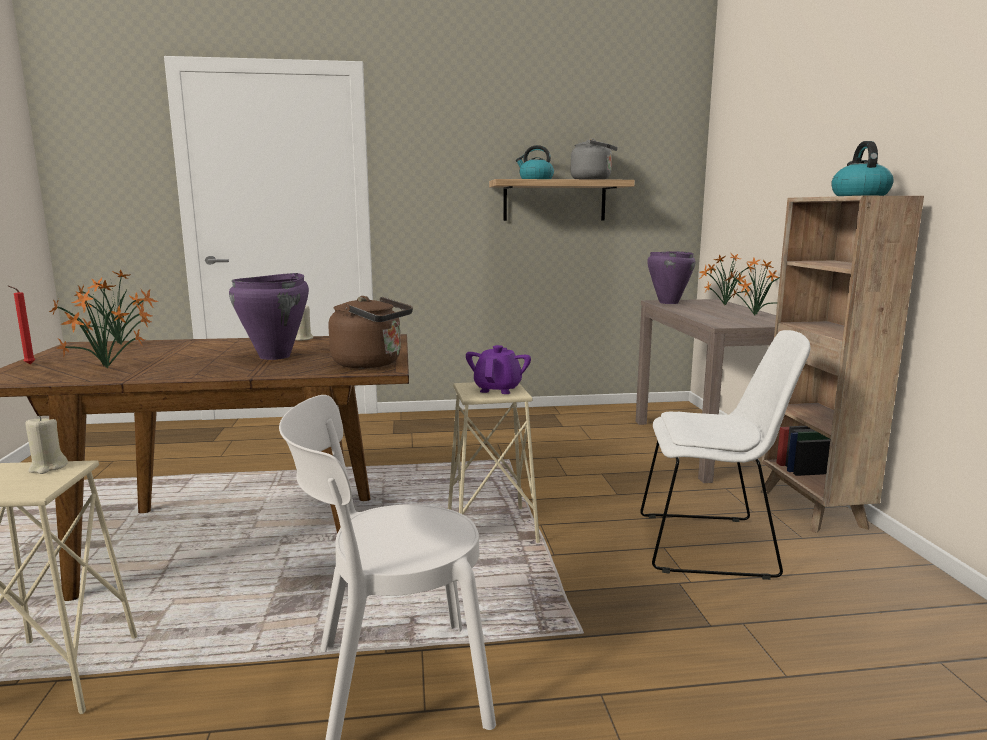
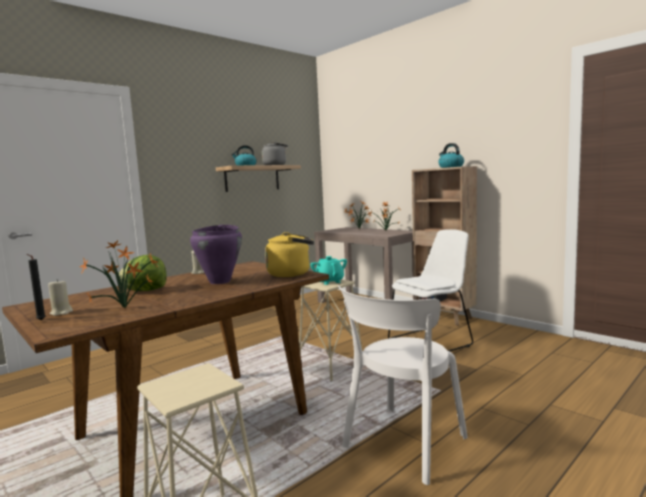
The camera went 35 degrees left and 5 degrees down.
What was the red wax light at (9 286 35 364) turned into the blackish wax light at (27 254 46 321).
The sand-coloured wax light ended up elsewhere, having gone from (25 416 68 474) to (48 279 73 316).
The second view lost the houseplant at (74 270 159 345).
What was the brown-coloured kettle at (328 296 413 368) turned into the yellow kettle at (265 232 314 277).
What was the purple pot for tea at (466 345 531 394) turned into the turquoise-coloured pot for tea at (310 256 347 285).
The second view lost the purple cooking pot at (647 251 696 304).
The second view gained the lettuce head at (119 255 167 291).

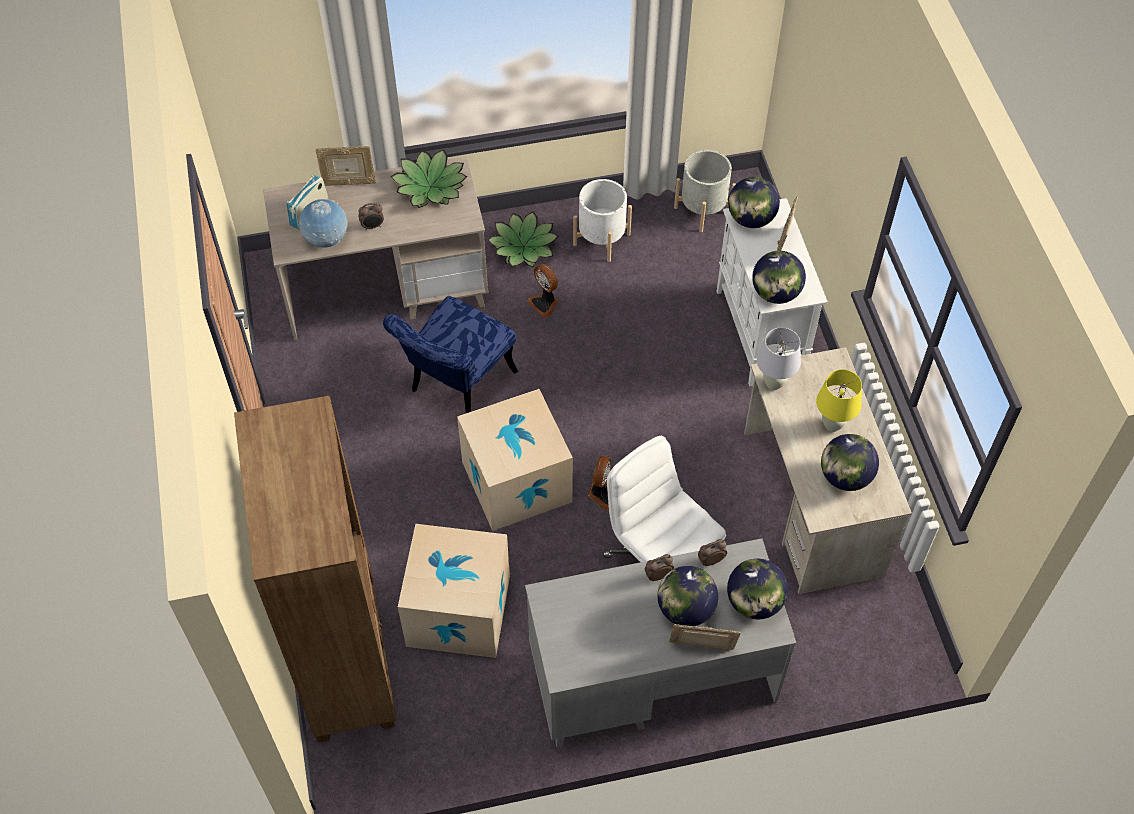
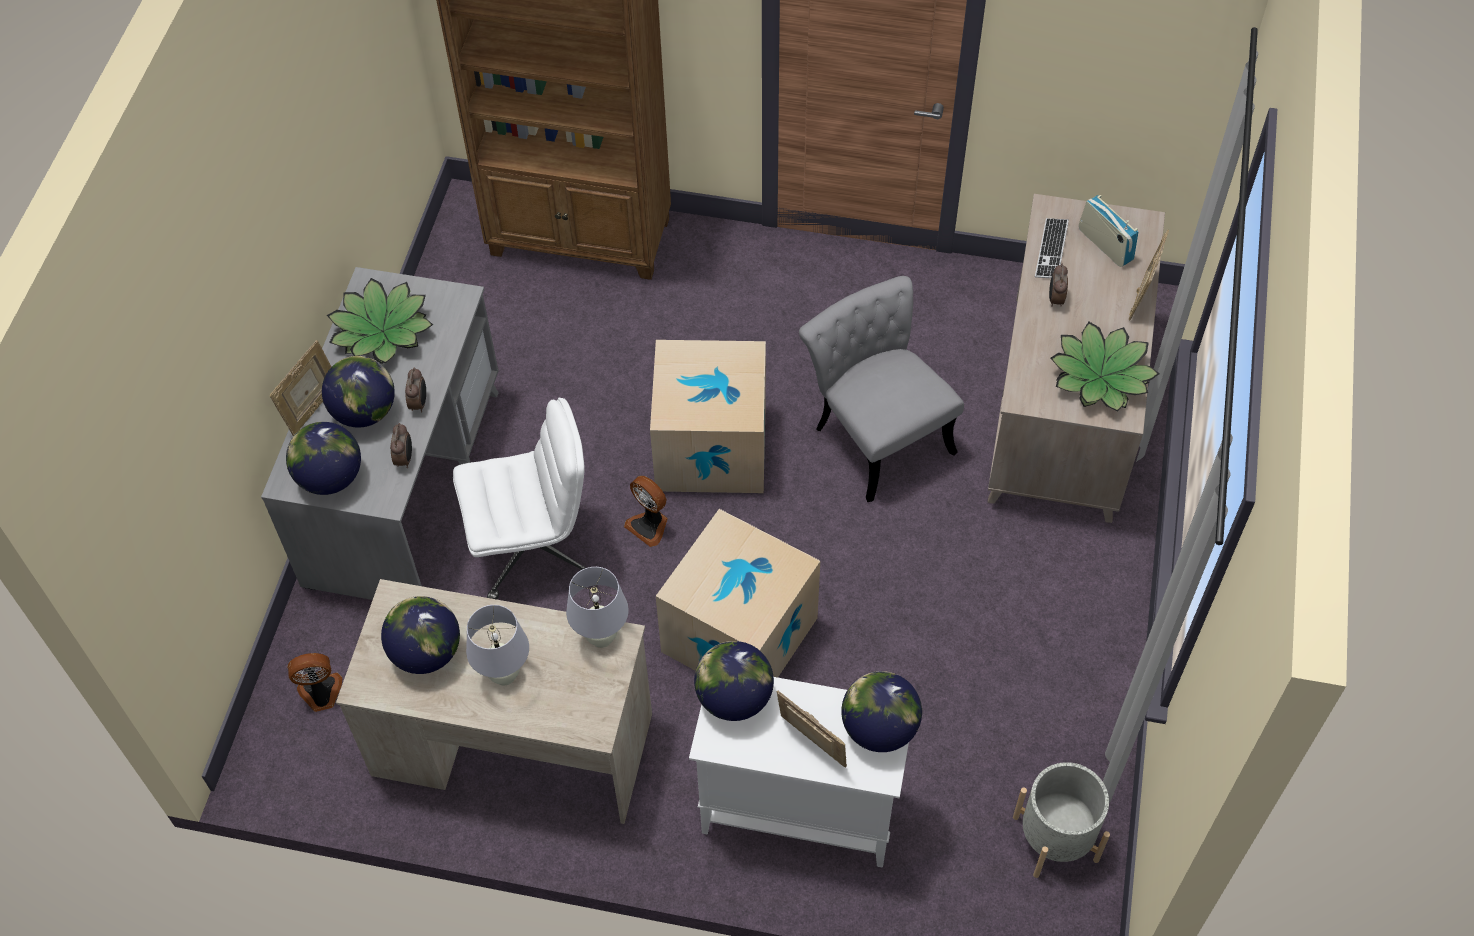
The camera went 115 degrees right and 0 degrees up.
Where the world globe stood at (299 199 348 249), the PC keyboard came to stand at (1035 218 1069 278).
What was the blue-coloured upright chair at (383 296 518 413) turned into the greyish upright chair at (799 276 964 502).
The packing box ended up elsewhere, having gone from (398 524 510 658) to (656 509 820 677).
The houseplant ended up elsewhere, having gone from (487 211 558 267) to (327 278 433 364).
The electric fan ended up elsewhere, having gone from (527 264 559 318) to (287 653 342 712).
The second view lost the white planter at (573 179 632 262).
What was the yellow lamp for a table at (816 369 862 432) turned into the white lamp for a table at (466 605 529 686).

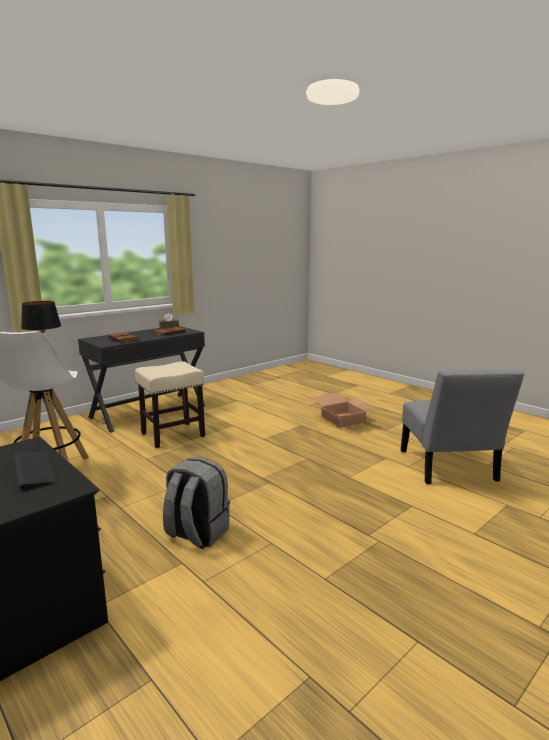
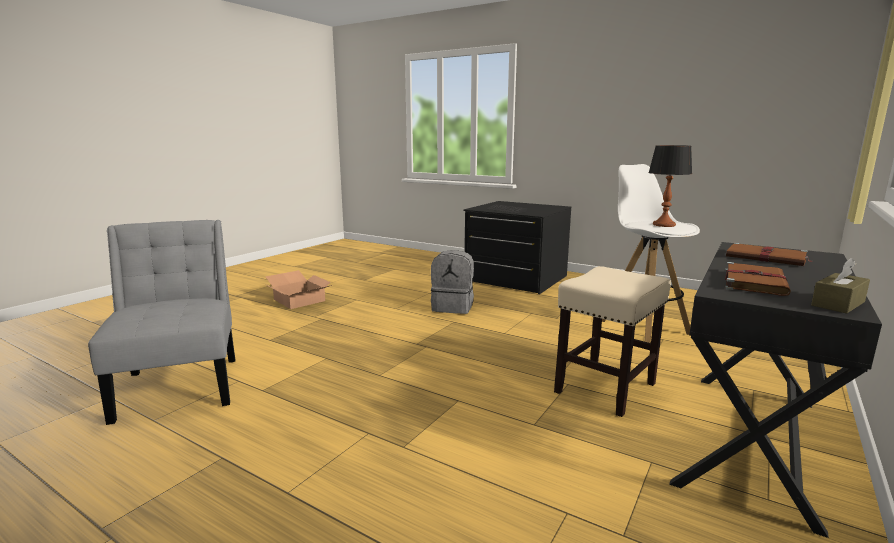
The camera went 165 degrees right and 0 degrees up.
The packing box ended up elsewhere, having gone from (315 392 374 428) to (266 270 332 309).

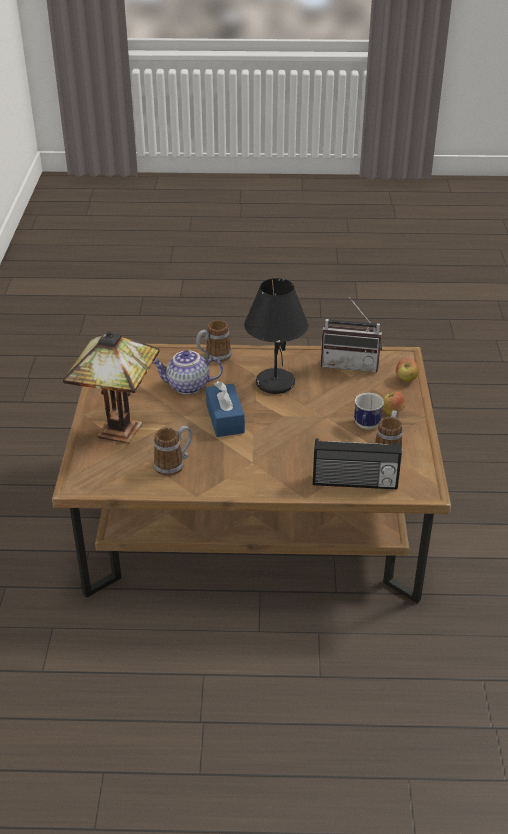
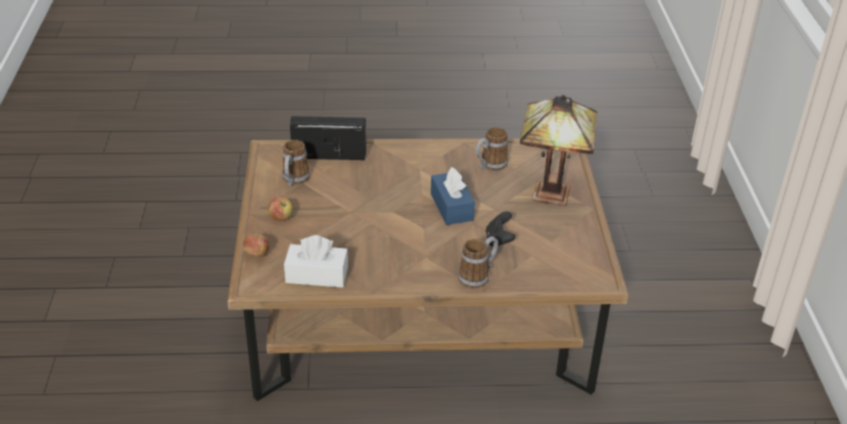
The camera went 175 degrees right and 0 degrees up.
Where the pot for tea stood at (153 350 223 394), the blackish joypad came to stand at (486 211 515 247).
The second view lost the blackish lamp for a table at (244 278 309 394).
Where the radio stood at (321 297 383 372), the white box of tissues came to stand at (284 235 348 288).
The second view lost the mug at (354 393 384 429).

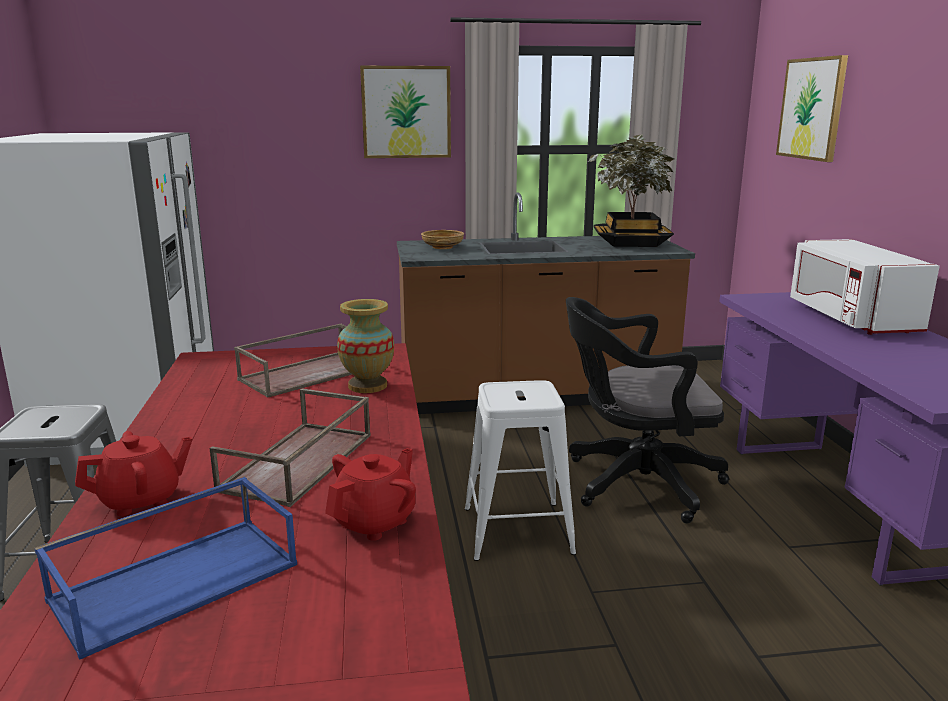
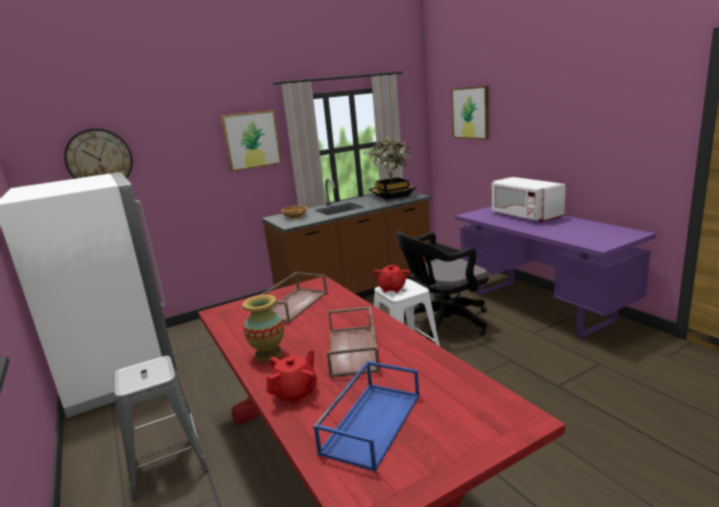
The camera went 20 degrees left and 0 degrees up.
The red pot for tea ended up elsewhere, having gone from (325 448 416 541) to (373 264 410 293).
The decorative vase ended up elsewhere, having gone from (337 299 394 393) to (243 295 284 362).
The second view gained the clock on the wall at (64 128 133 179).

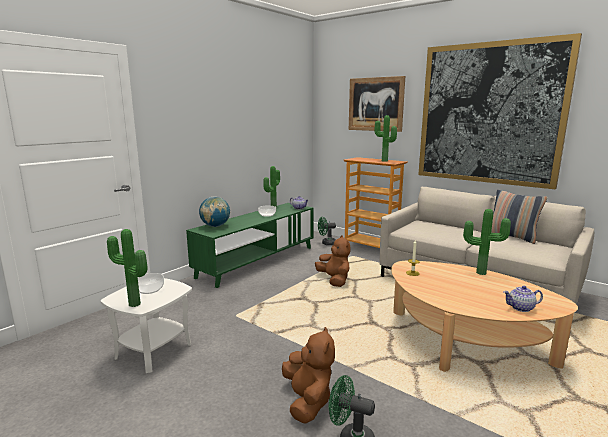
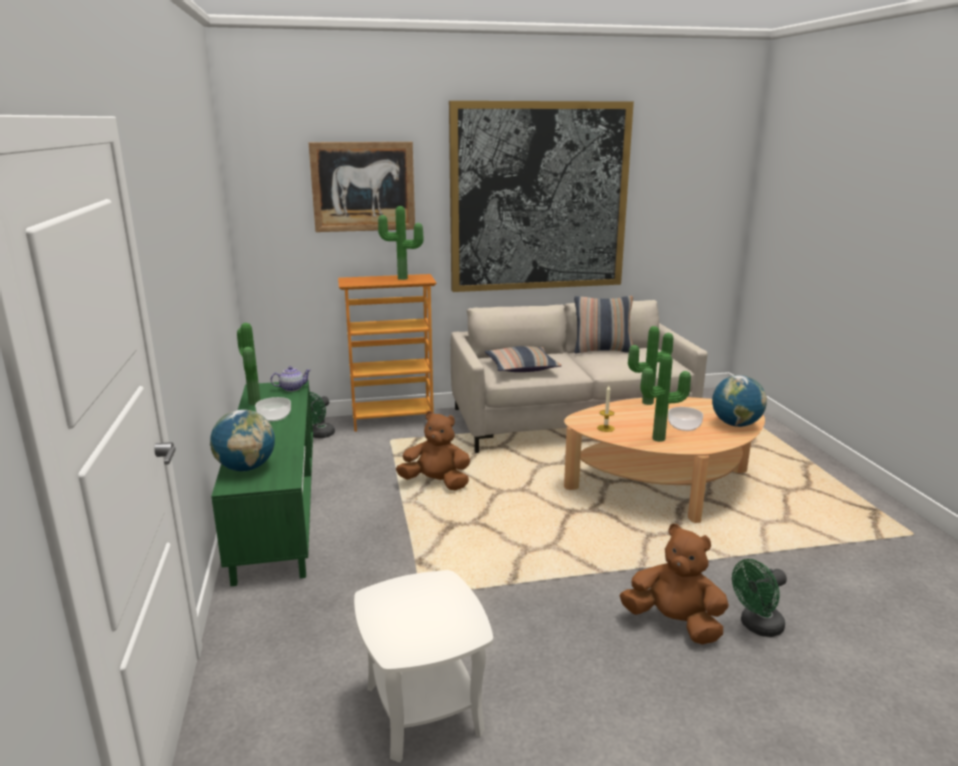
The camera went 50 degrees left and 5 degrees up.
The houseplant ended up elsewhere, having gone from (107 229 148 307) to (640 354 691 442).
The serving bowl ended up elsewhere, having gone from (138 273 164 294) to (668 407 703 431).
Where the pot for tea stood at (504 286 543 312), the world globe came to stand at (712 375 767 427).
The second view gained the throw pillow at (485 346 562 372).

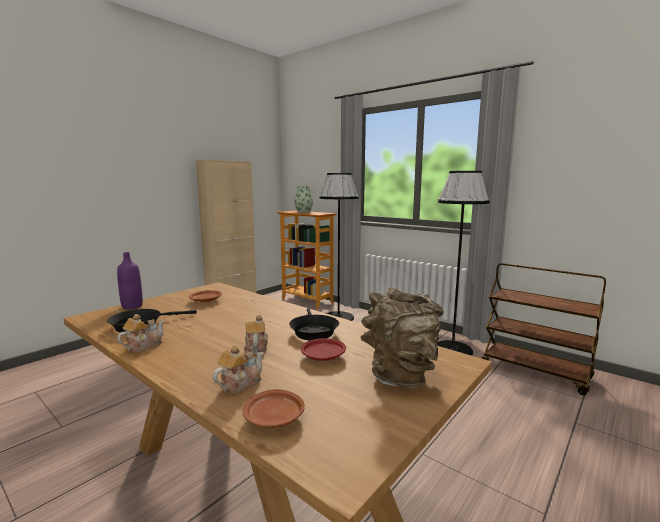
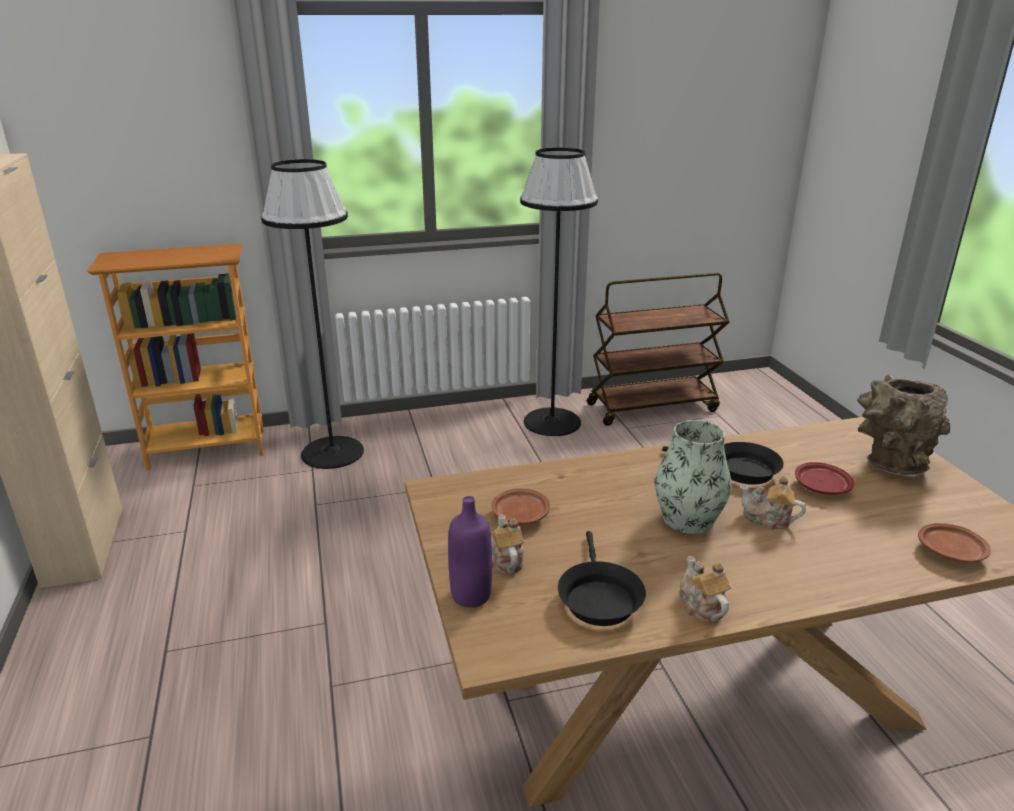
The camera went 55 degrees left and 15 degrees up.
The pot for tea ended up elsewhere, having gone from (212 346 264 394) to (491 514 524 573).
The decorative vase ended up elsewhere, having gone from (294 186 313 213) to (655 420 732 534).

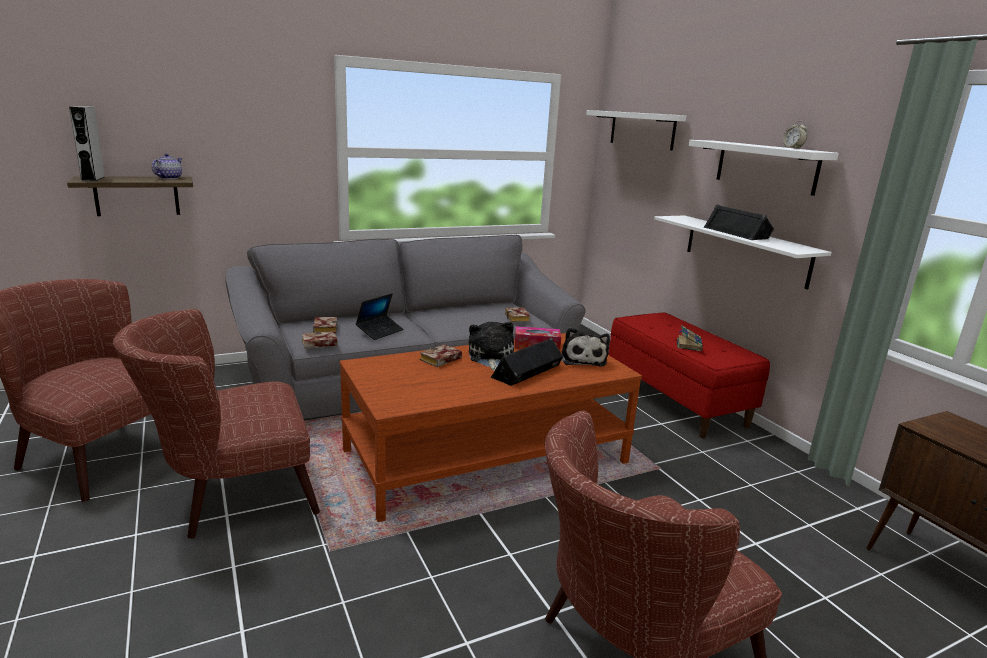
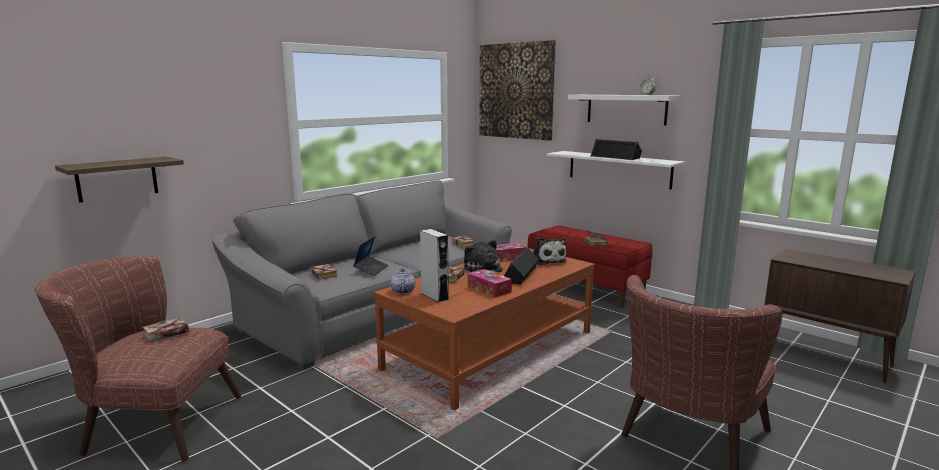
The camera went 20 degrees left and 5 degrees down.
The greyish speaker ended up elsewhere, having gone from (69 106 105 181) to (420 229 449 303).
The second view lost the brown-coloured armchair at (113 309 320 539).
The pot for tea ended up elsewhere, having gone from (152 153 182 179) to (390 268 415 294).
The book ended up elsewhere, having gone from (302 331 338 349) to (143 317 189 342).
Where the white bracket shelf hung at (586 110 686 150), the wall art came to hang at (479 40 556 141).
The second view gained the box of tissues at (468 269 512 298).

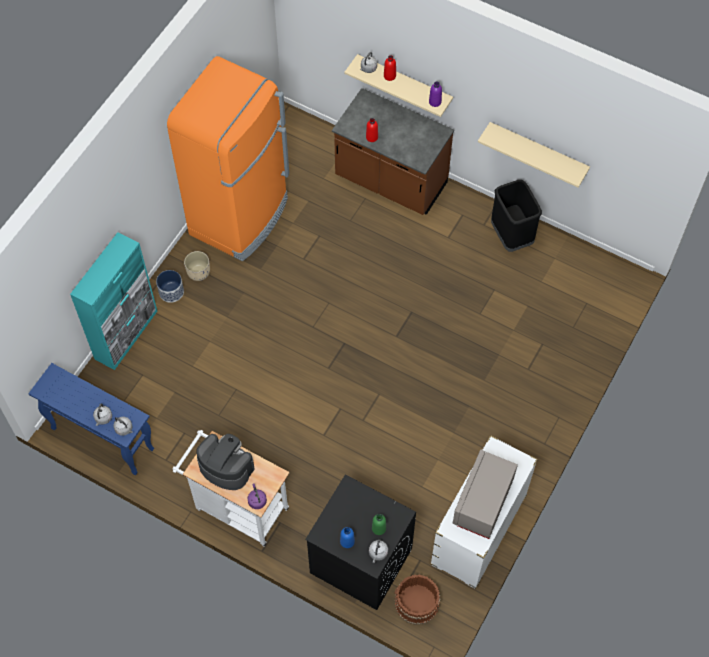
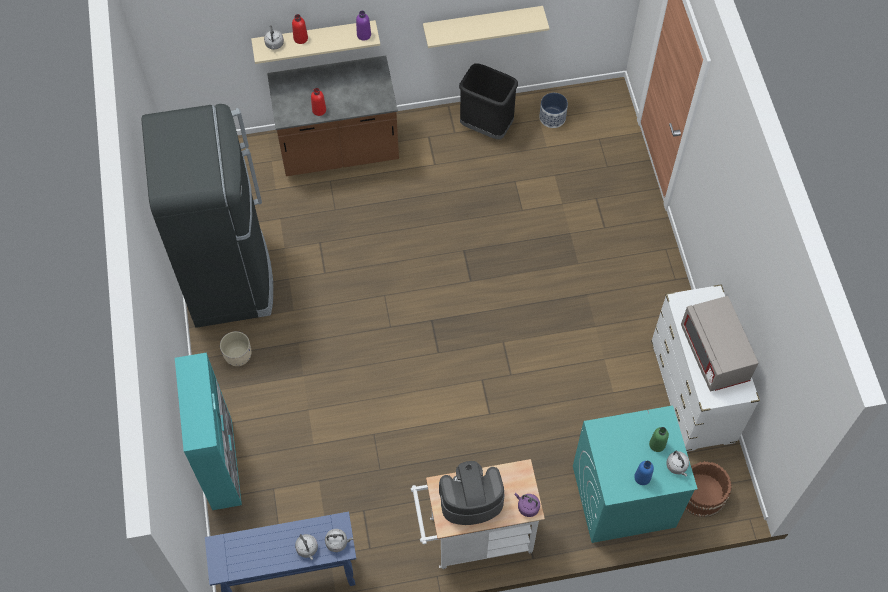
The camera went 40 degrees left and 0 degrees up.
The planter ended up elsewhere, having gone from (156 270 184 303) to (539 93 568 128).
What was the orange-coloured refrigerator at (167 56 289 261) turned into the blackish refrigerator at (142 104 273 328).
What was the blackish laundry appliance at (305 474 416 610) turned into the turquoise-coloured laundry appliance at (573 405 698 543).

